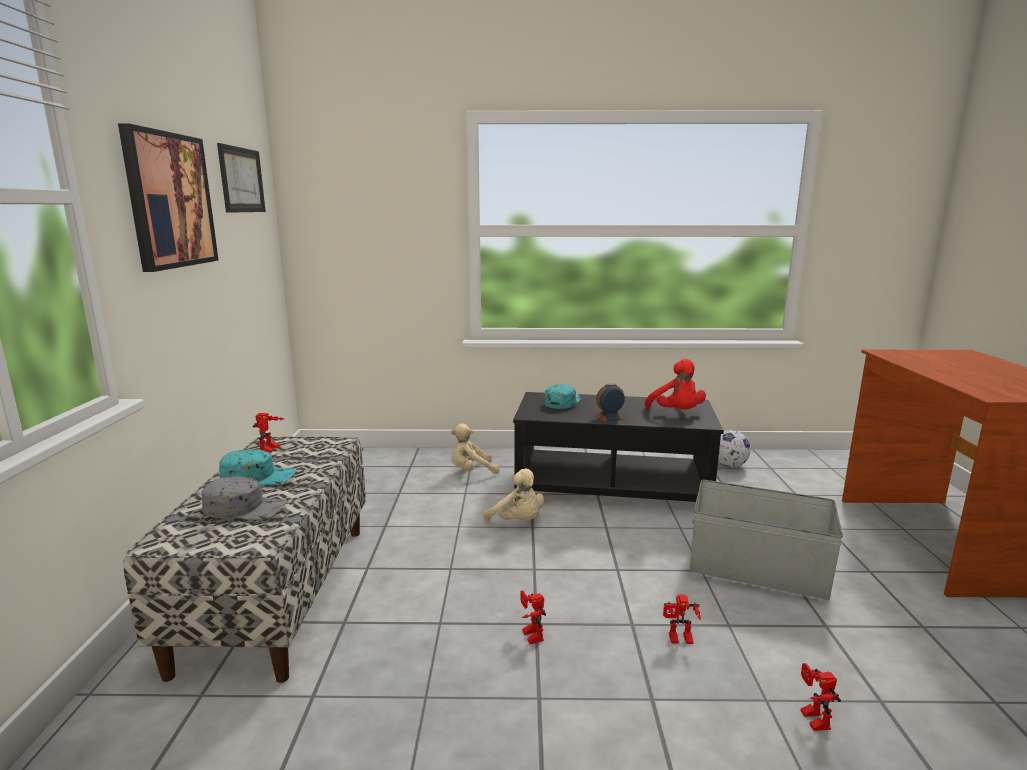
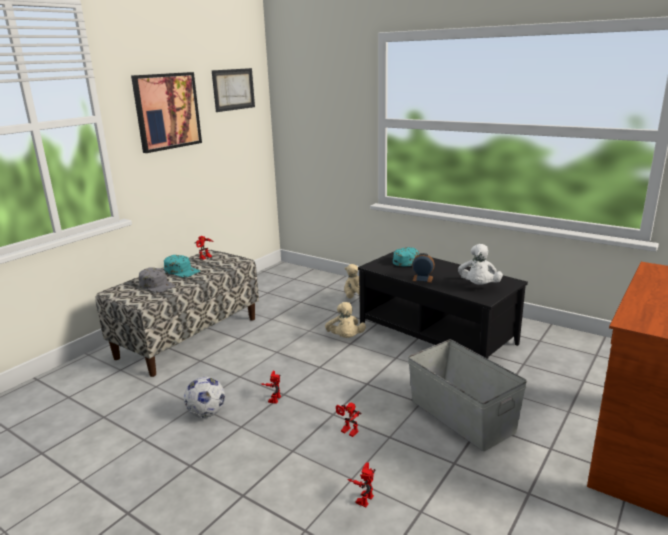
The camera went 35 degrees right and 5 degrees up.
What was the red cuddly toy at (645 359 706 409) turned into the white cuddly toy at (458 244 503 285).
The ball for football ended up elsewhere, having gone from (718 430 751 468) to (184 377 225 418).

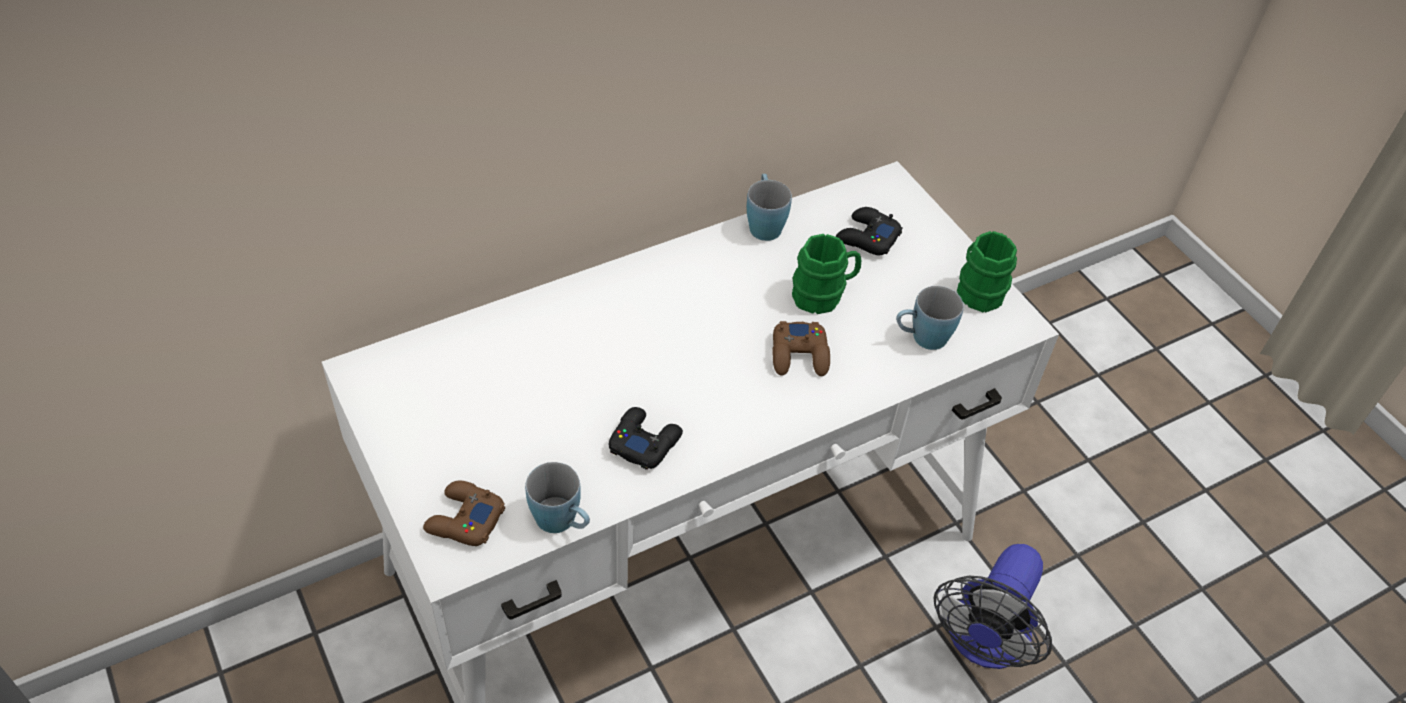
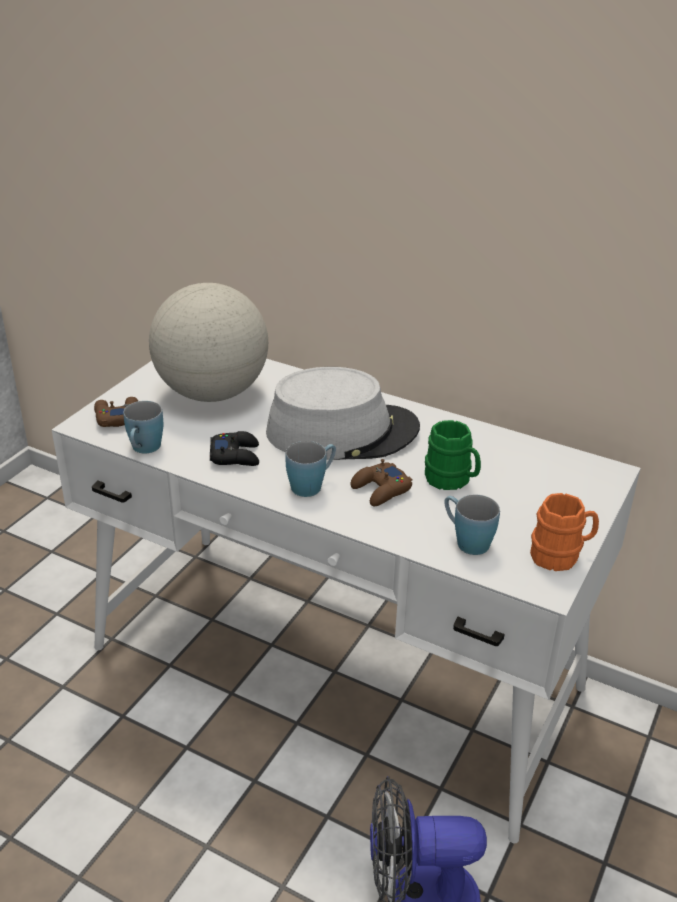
The camera went 60 degrees right and 15 degrees down.
The blue-coloured mug ended up elsewhere, having gone from (747 174 792 241) to (285 441 336 497).
The second view lost the blackish joypad at (836 207 903 256).
What was the green-coloured mug at (957 231 1017 312) turned into the orange-coloured mug at (530 493 599 571).
The second view gained the world globe at (149 283 268 402).
The second view gained the greyish hat at (266 367 420 460).

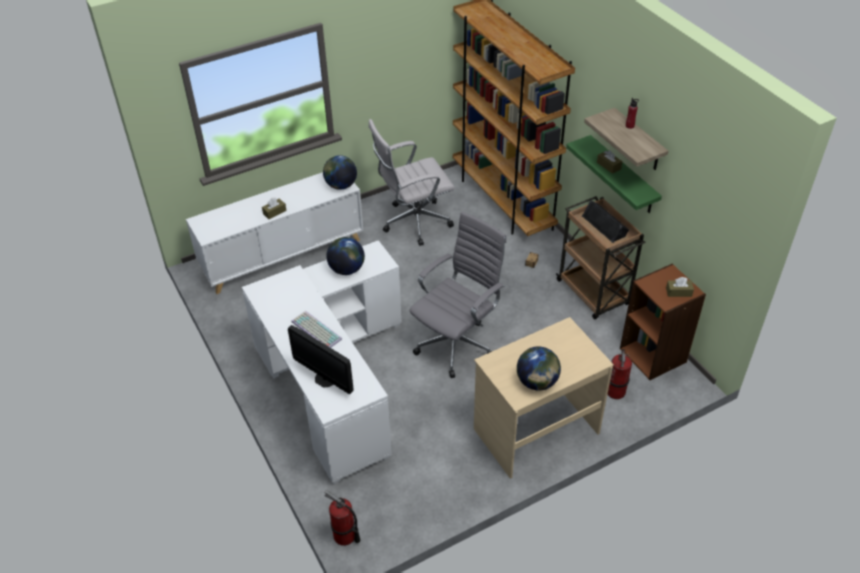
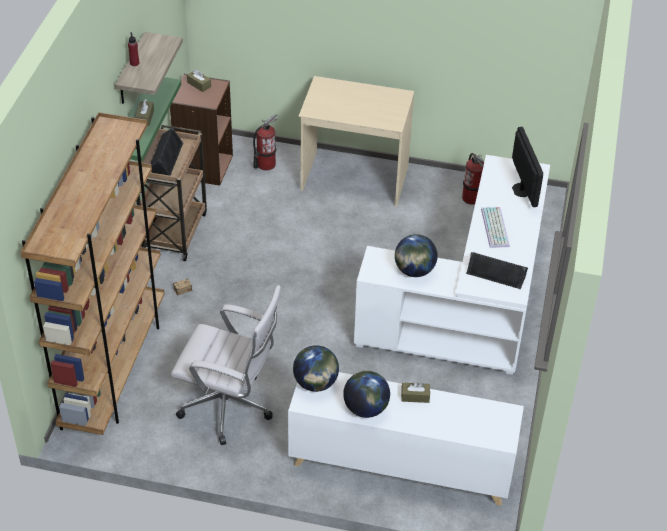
The camera went 140 degrees left and 0 degrees up.
The extinguisher ended up elsewhere, having gone from (325 490 360 546) to (462 153 484 205).
The second view lost the greyish office chair at (409 212 506 378).
The world globe ended up elsewhere, having gone from (517 346 561 391) to (343 371 390 418).
The second view gained the blackish speaker at (466 252 528 290).

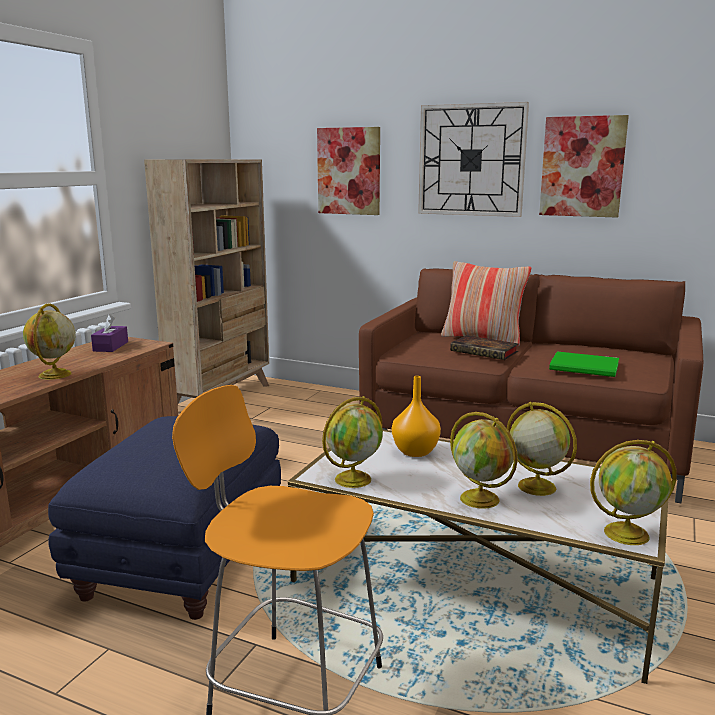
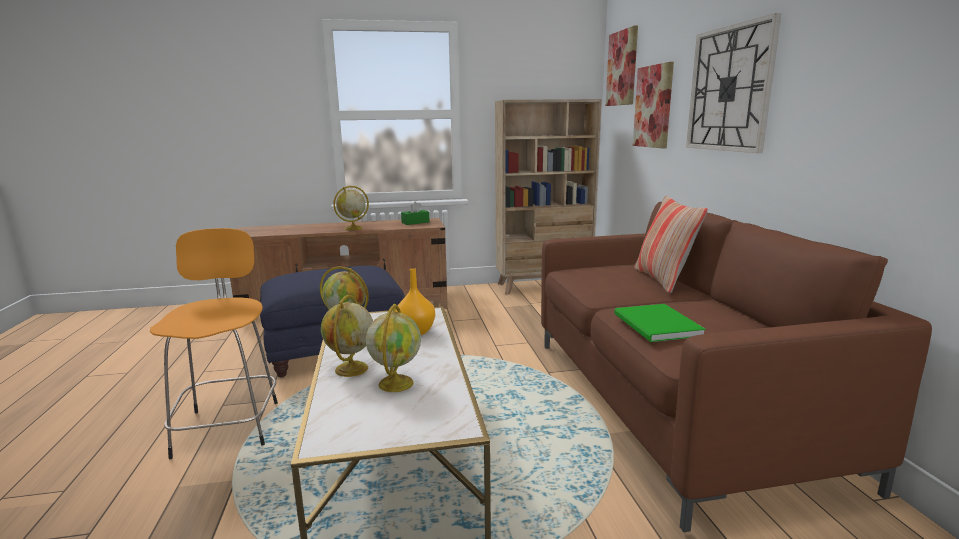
The camera went 55 degrees right and 0 degrees up.
What was the purple box of tissues at (91 314 128 352) turned into the green-coloured box of tissues at (401 202 430 225).
The second view lost the book at (450 335 519 360).
The wall art ended up elsewhere, having gone from (539 115 629 218) to (606 25 638 106).
The second view lost the world globe at (590 440 677 545).

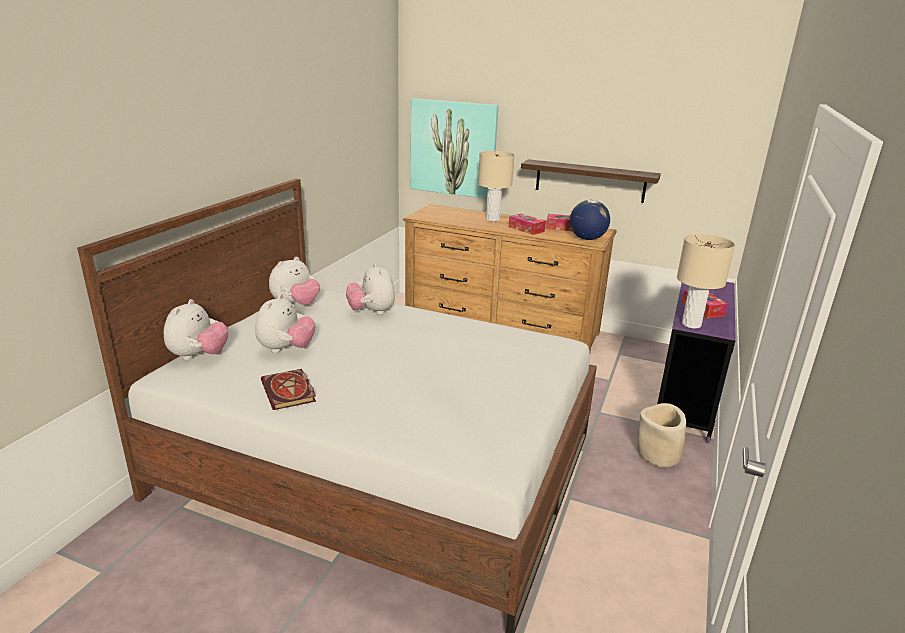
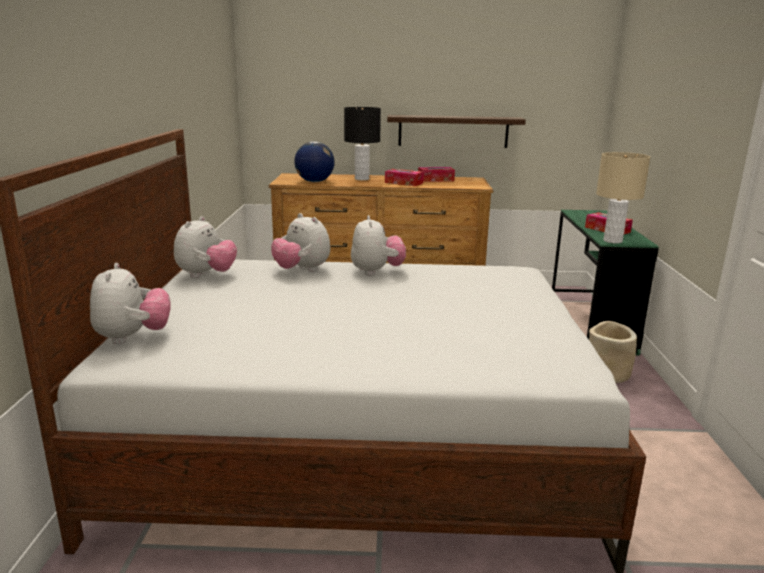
The camera went 20 degrees left and 5 degrees down.
The cuddly toy ended up elsewhere, having gone from (255 294 315 353) to (351 215 406 276).
The second view lost the book at (261 369 316 410).
The second view lost the wall art at (411 98 499 199).
What was the sand-coloured lamp for a table at (478 151 514 221) turned into the blackish lamp for a table at (344 107 381 180).
The world globe ended up elsewhere, having gone from (570 200 610 240) to (294 141 335 182).
What was the purple desk table at (657 282 736 443) turned into the green-coloured desk table at (552 210 659 356).

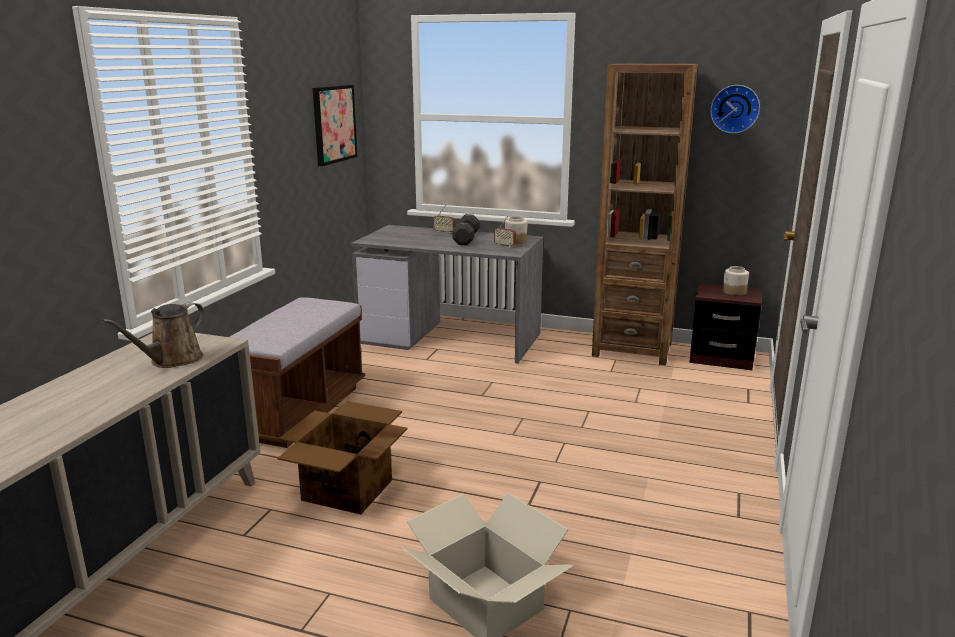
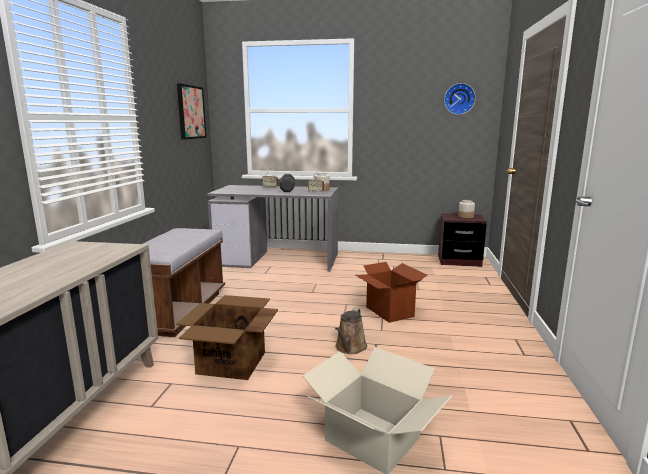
The camera went 10 degrees left and 5 degrees down.
The brown-coloured watering pot ended up elsewhere, having gone from (102 302 204 368) to (335 308 367 354).
The second view lost the brown-coloured bookshelf at (592 64 698 365).
The second view gained the packing box at (355 262 427 323).

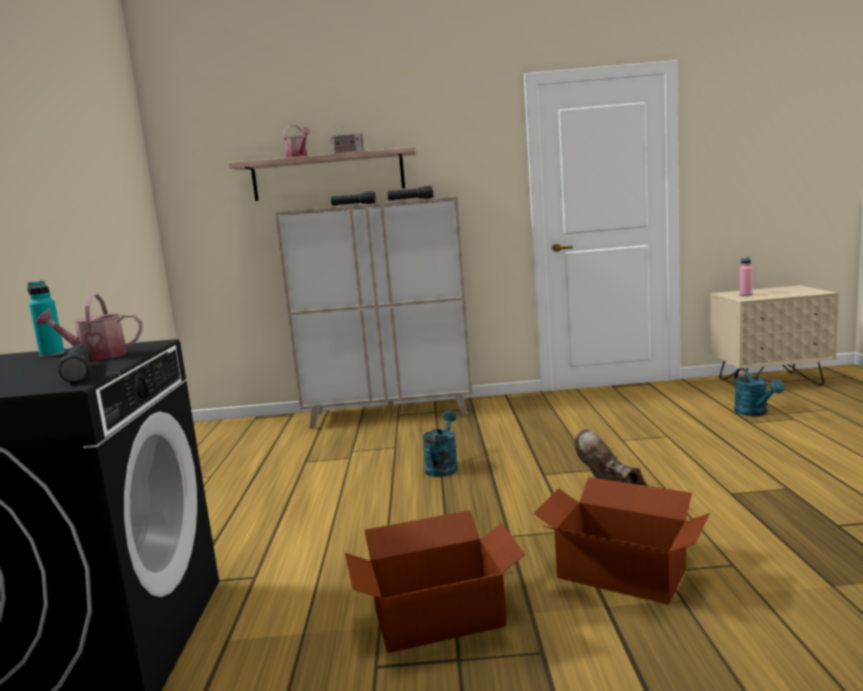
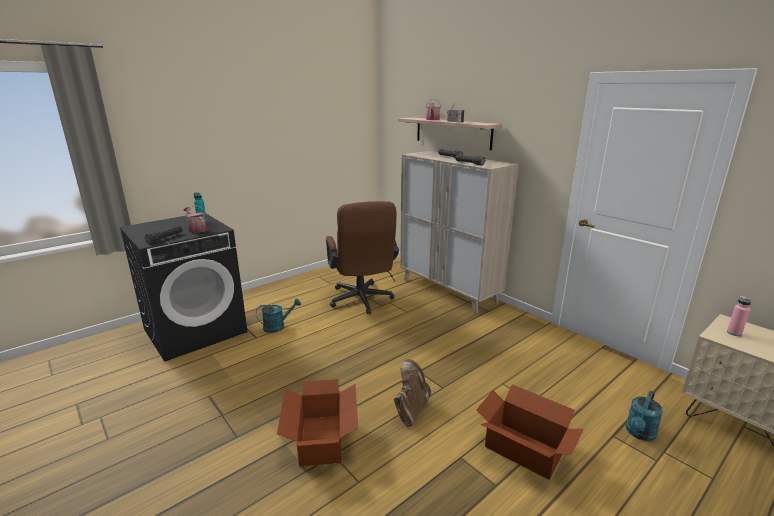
The camera went 50 degrees right and 10 degrees up.
The packing box ended up elsewhere, having gone from (345 510 526 653) to (476 384 584 480).
The turquoise-coloured watering pot ended up elsewhere, having gone from (422 411 458 477) to (256 298 301 333).
The second view gained the brown-coloured office chair at (326 201 399 314).

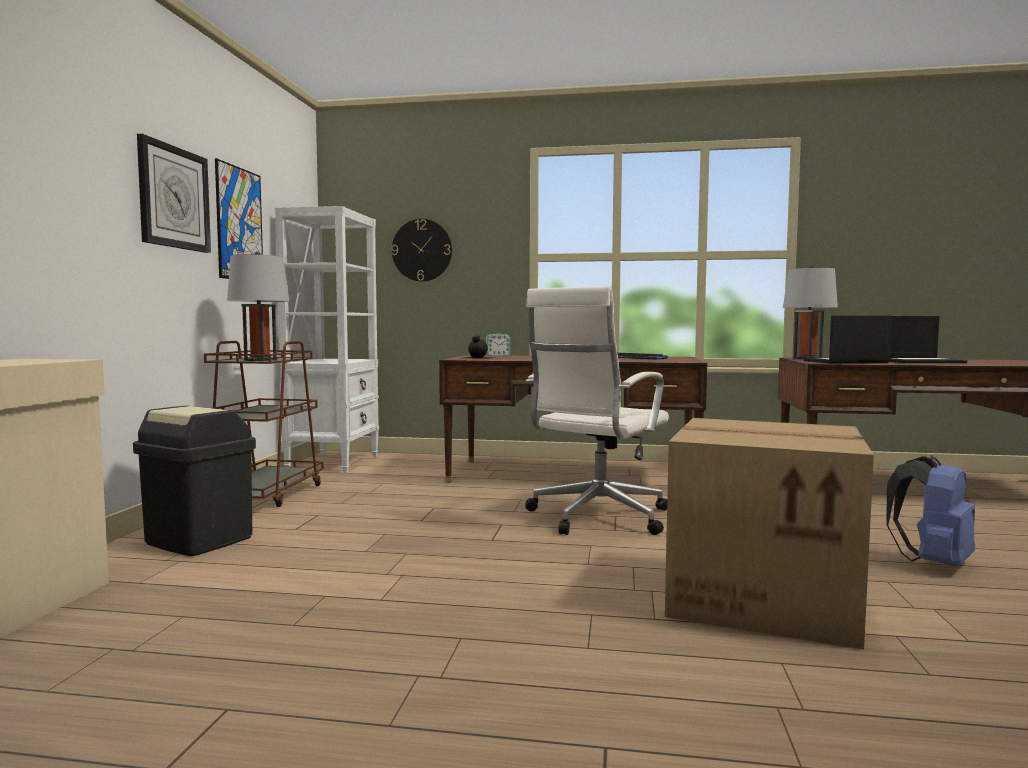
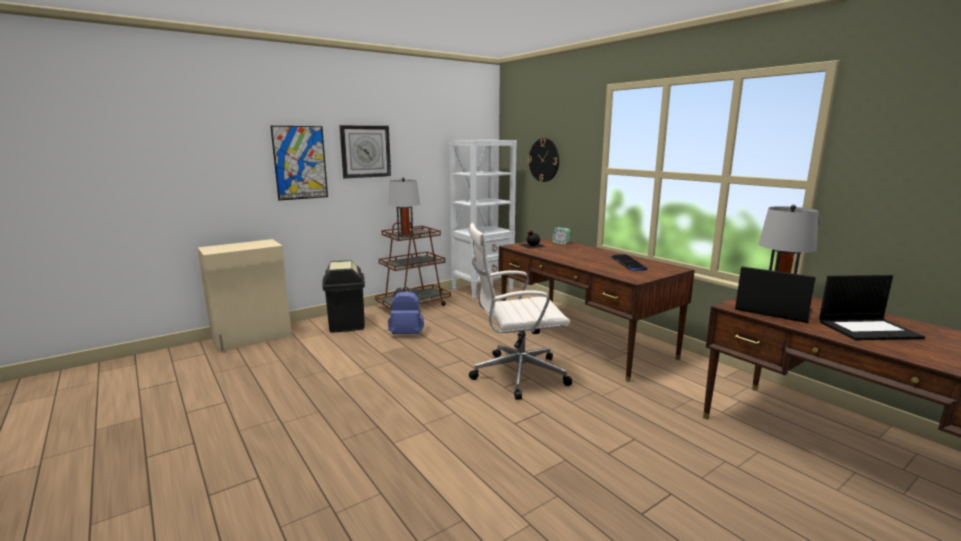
The camera went 45 degrees right and 10 degrees up.
The wall art ended up elsewhere, having gone from (215 158 263 279) to (270 126 328 201).
The second view lost the packing box at (665 418 874 649).
The blue-coloured rucksack ended up elsewhere, having gone from (886 455 975 566) to (388 287 424 334).
The laptop at (889 316 967 363) ended up facing another way, 45 degrees counterclockwise from before.

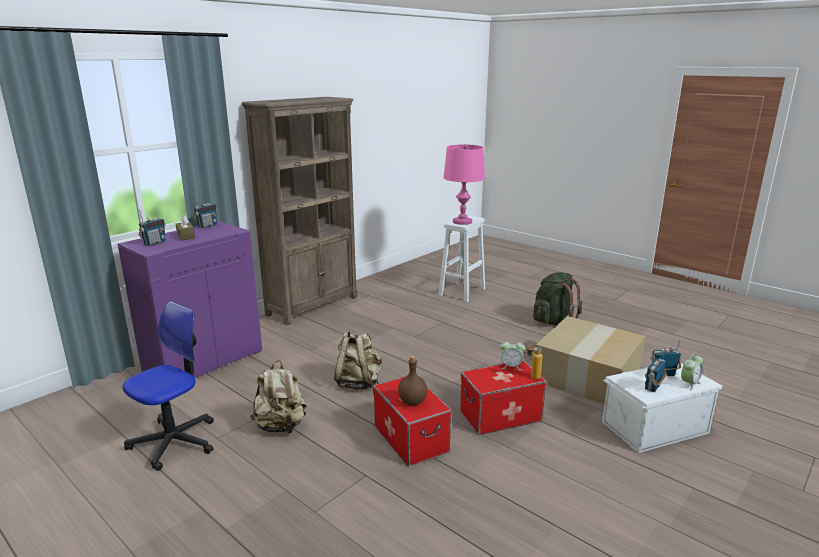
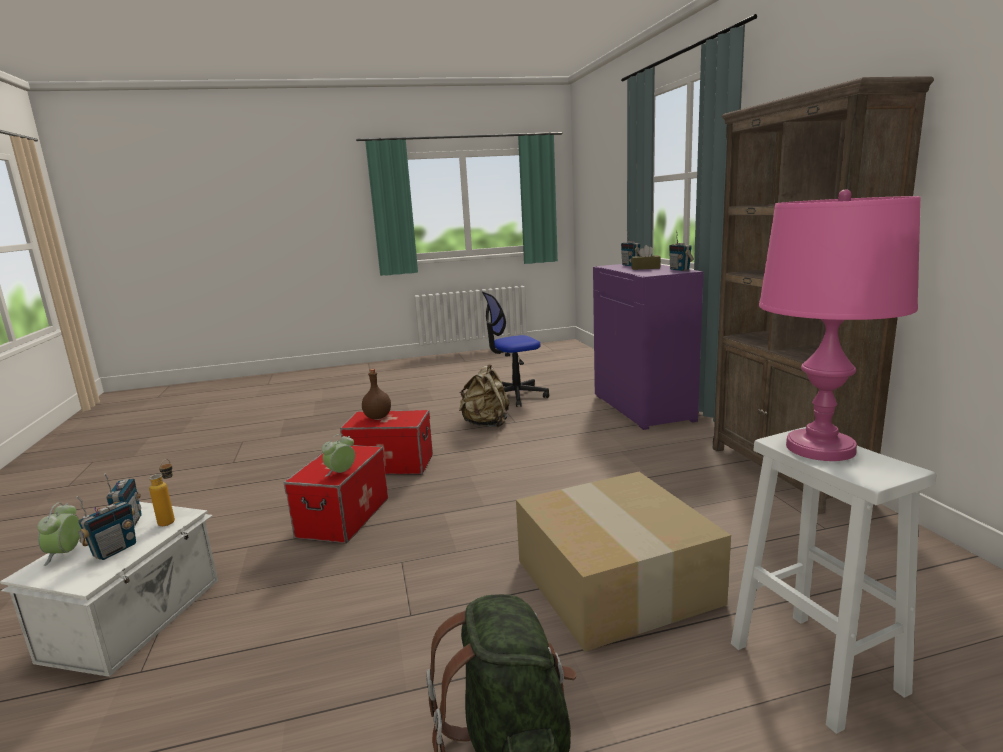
The camera went 125 degrees right and 5 degrees down.
The office chair at (122 301 214 471) ended up facing another way, 90 degrees clockwise from before.
The second view lost the sand-coloured rucksack at (334 330 382 390).
The drink bottle ended up elsewhere, having gone from (527 344 543 380) to (149 459 175 526).
The packing box ended up elsewhere, having gone from (535 316 645 404) to (516 472 731 652).

